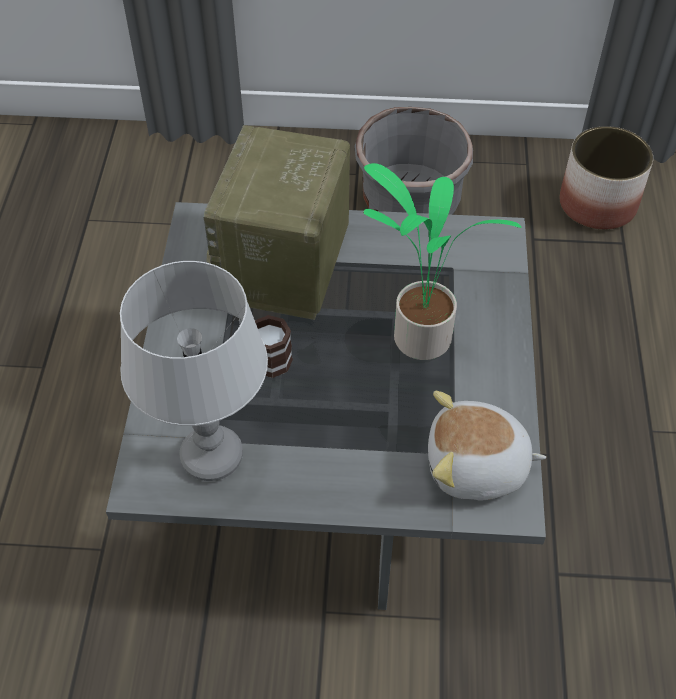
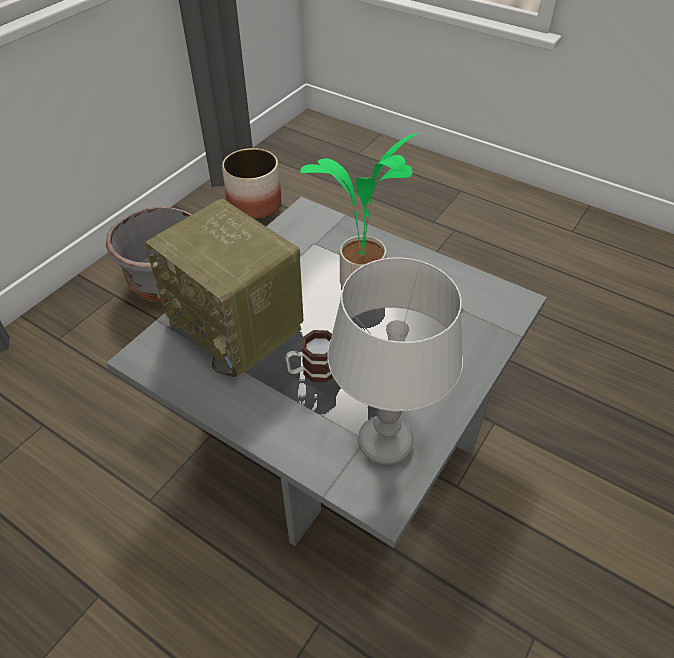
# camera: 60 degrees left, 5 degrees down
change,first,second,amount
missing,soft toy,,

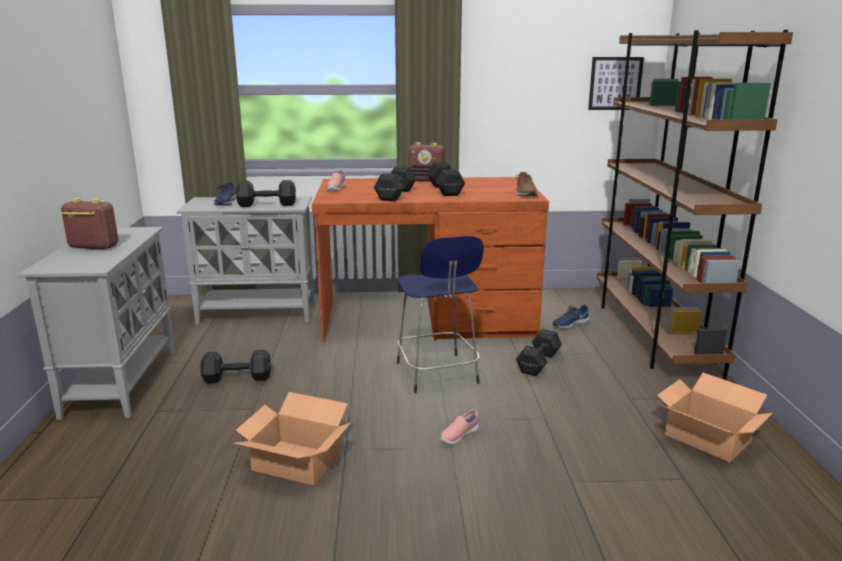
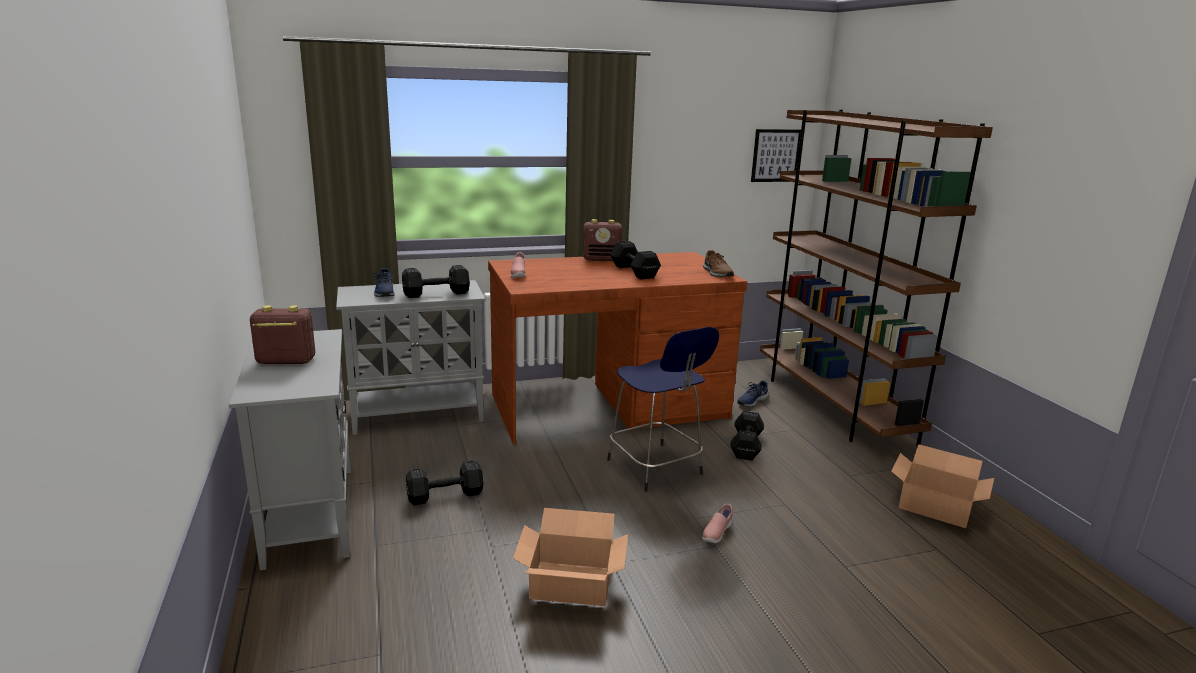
# camera: 15 degrees left, 0 degrees up
change,first,second,amount
missing,hand weight (black) (no. 3 from left),,

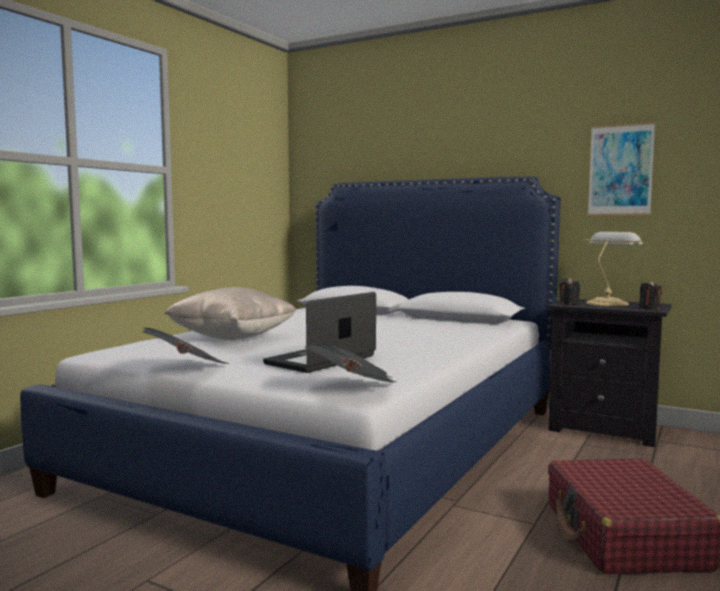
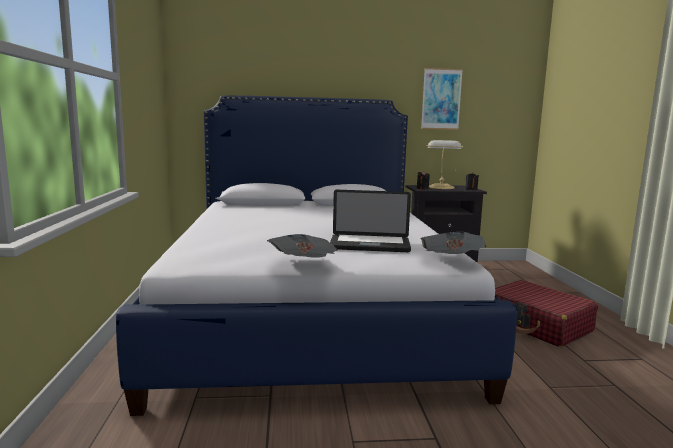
# camera: 35 degrees left, 5 degrees up
change,first,second,amount
spun,laptop,,90 degrees counterclockwise
missing,cushion (beige-coloured),,

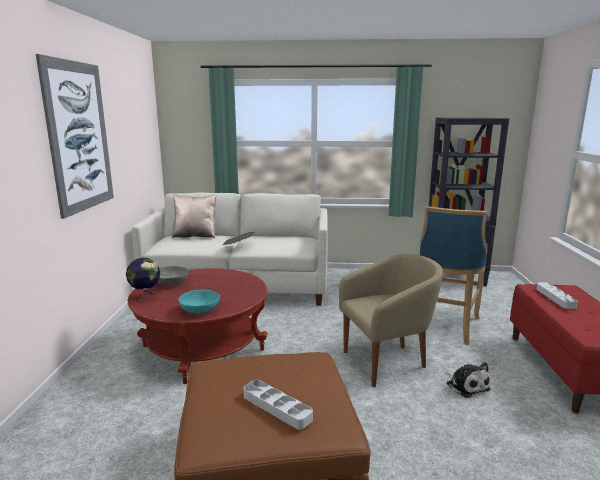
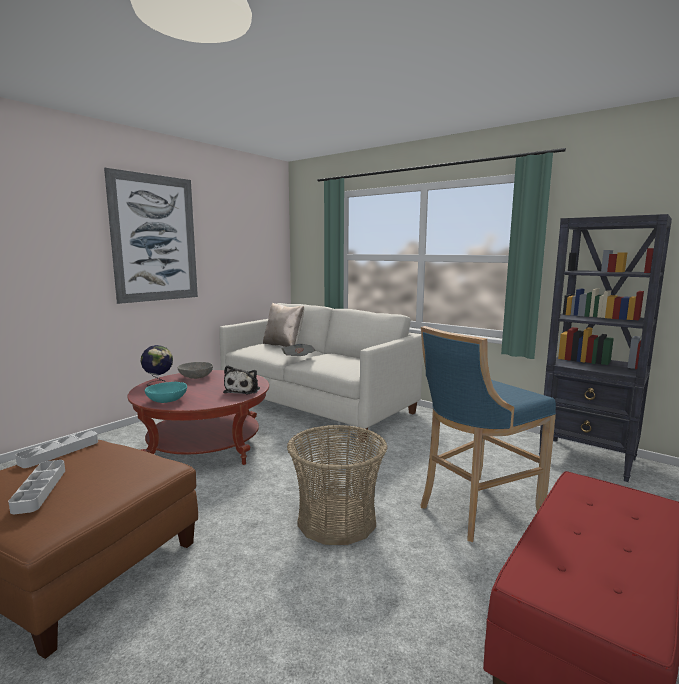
# camera: 35 degrees right, 5 degrees down
change,first,second,amount
relocated,carrying tray (gray) (no. 2 from left),,
relocated,soft toy,,
exchanged,armchair (beige-coloured),household basket,

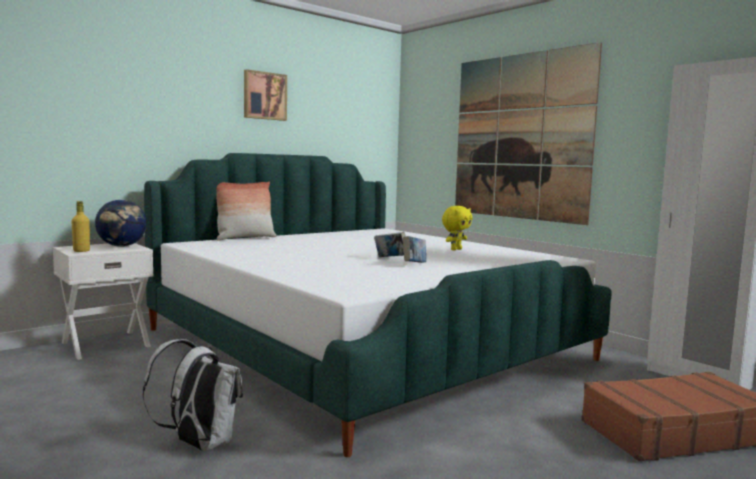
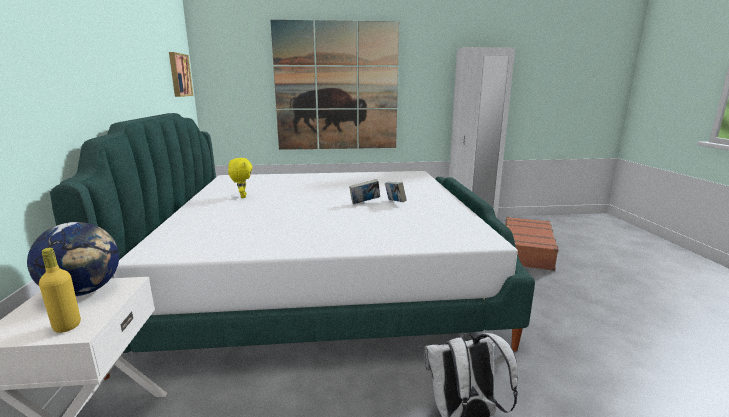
# camera: 55 degrees left, 10 degrees up
change,first,second,amount
relocated,wall picture (no. 1 from left),,
relocated,soft toy (yellow),,
missing,cushion,,

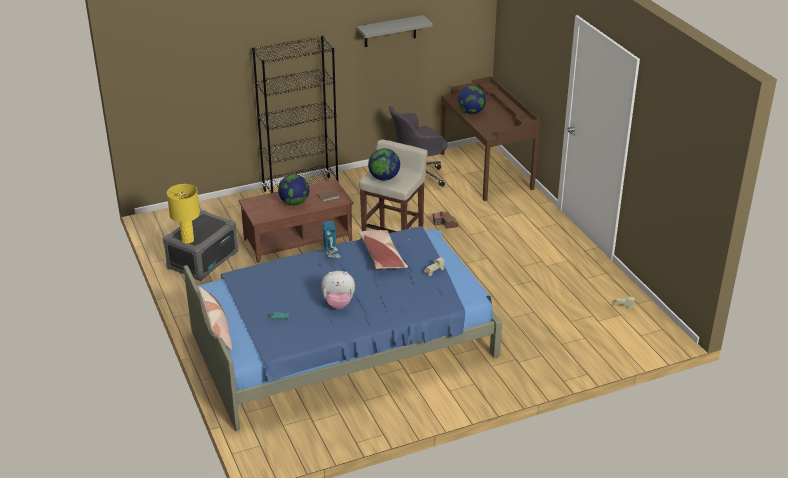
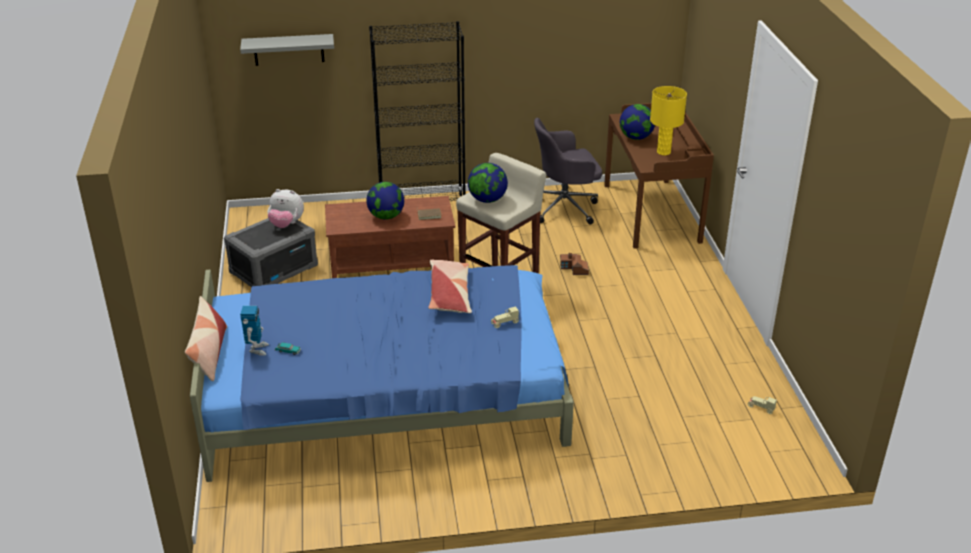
# camera: 15 degrees right, 0 degrees up
change,first,second,amount
relocated,bracket shelf (gray),,
relocated,model robot,,
relocated,soft toy,,
relocated,table lamp (yellow),,

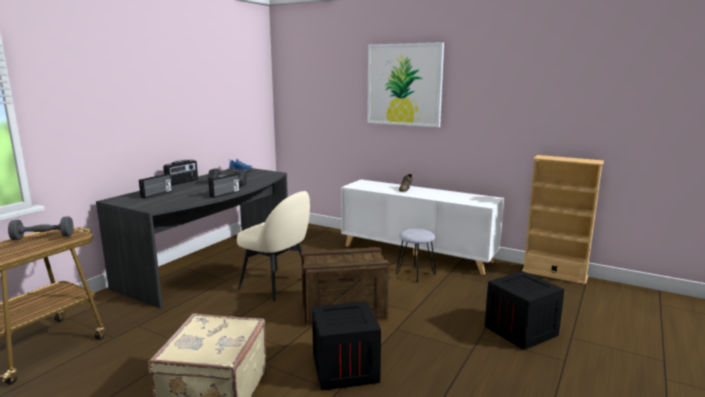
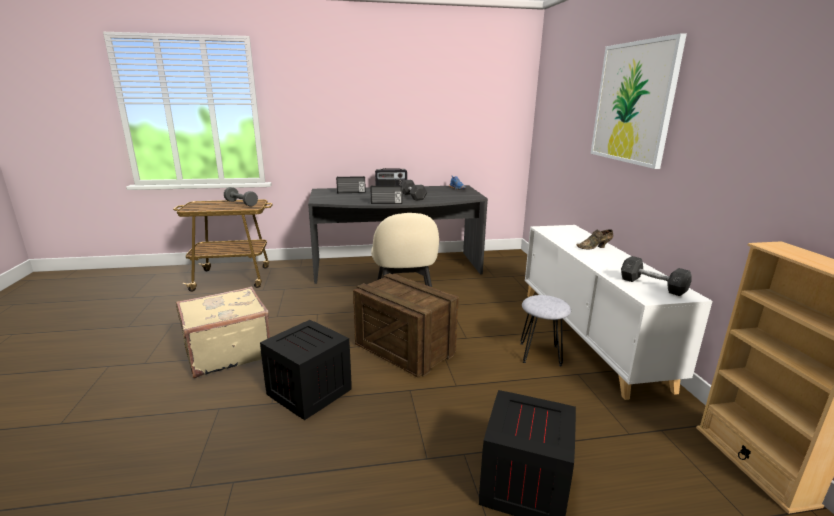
# camera: 50 degrees right, 5 degrees up
change,first,second,amount
appeared,,hand weight (gray) (no. 3 from left),

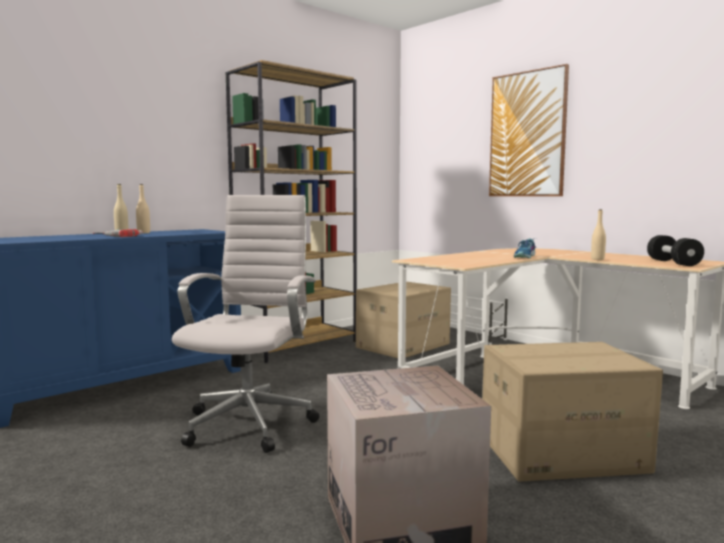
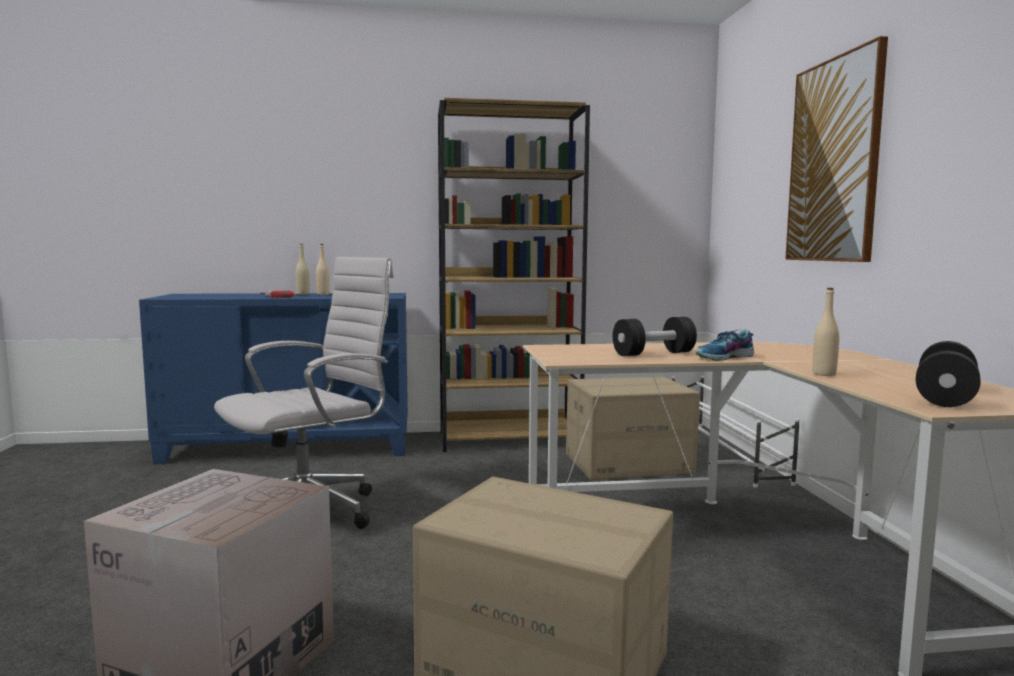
# camera: 35 degrees right, 0 degrees up
change,first,second,amount
appeared,,hand weight (black) (no. 1 from left),

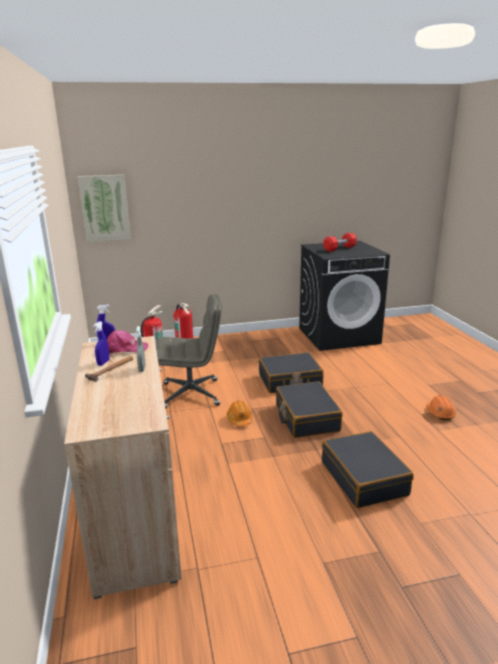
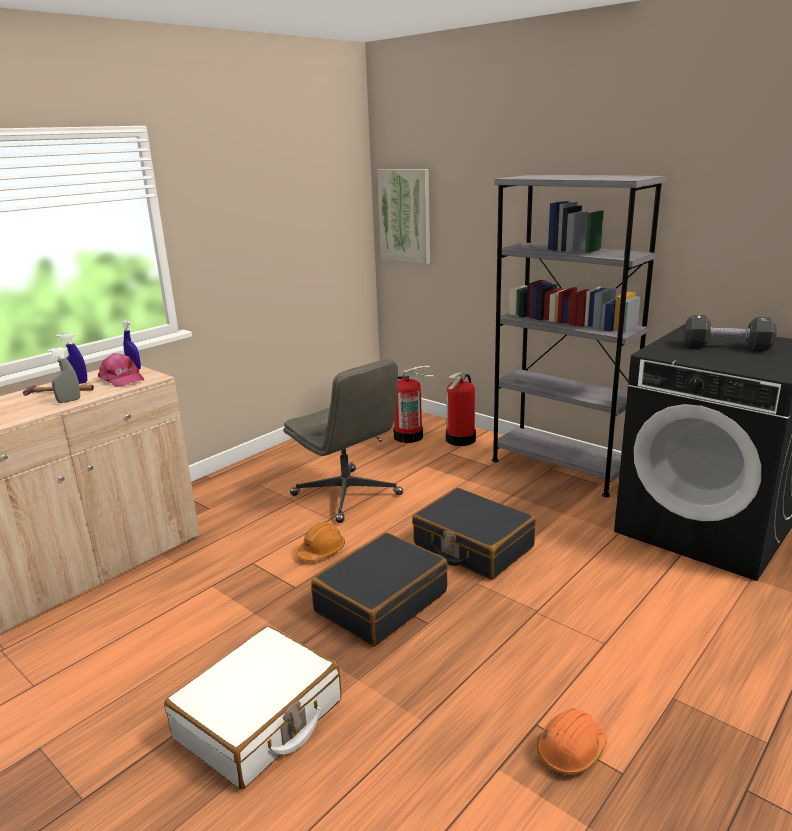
# camera: 55 degrees right, 0 degrees up
change,first,second,amount
colour,travel case (black) (no. 3 from left),travel case (white-coloured),
appeared,,shelving unit (gray),
colour,hand weight (red),hand weight (black),

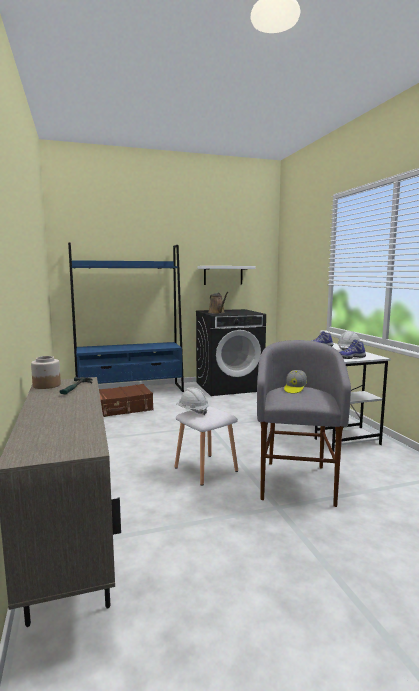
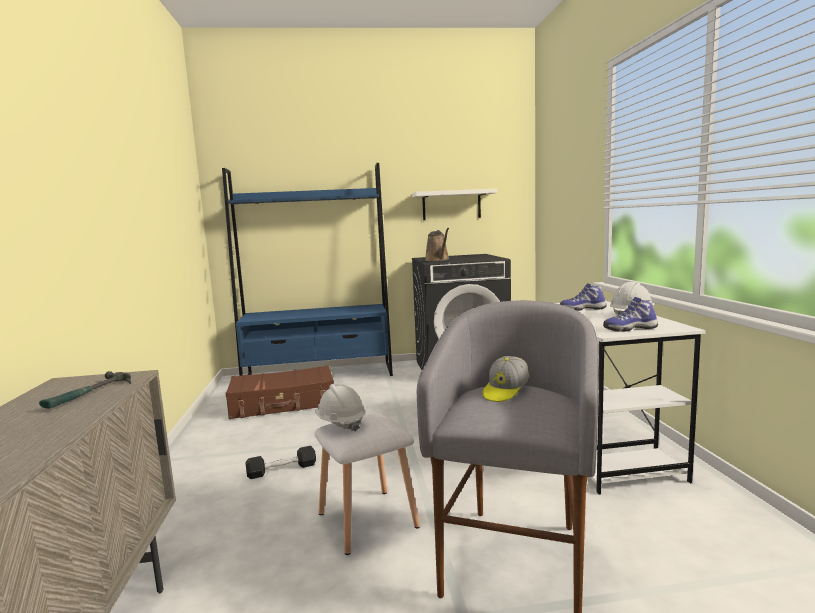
# camera: 10 degrees right, 0 degrees up
change,first,second,amount
appeared,,hand weight (black),
missing,storage jar,,

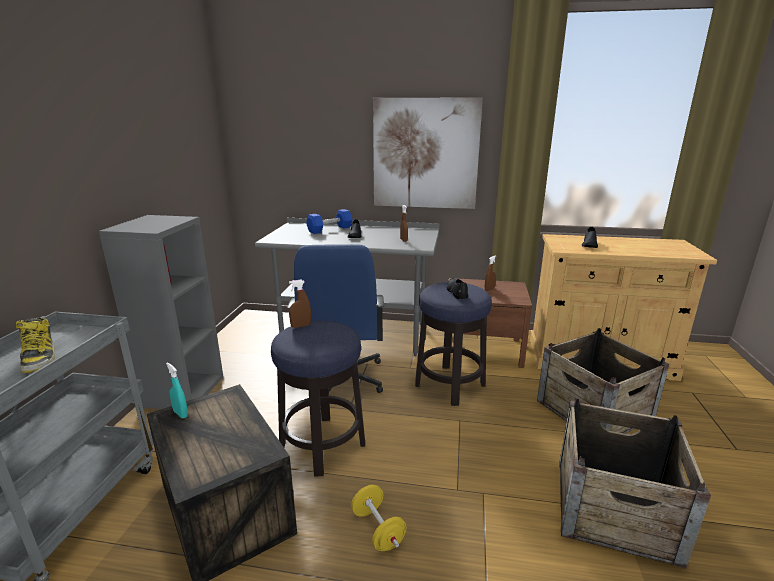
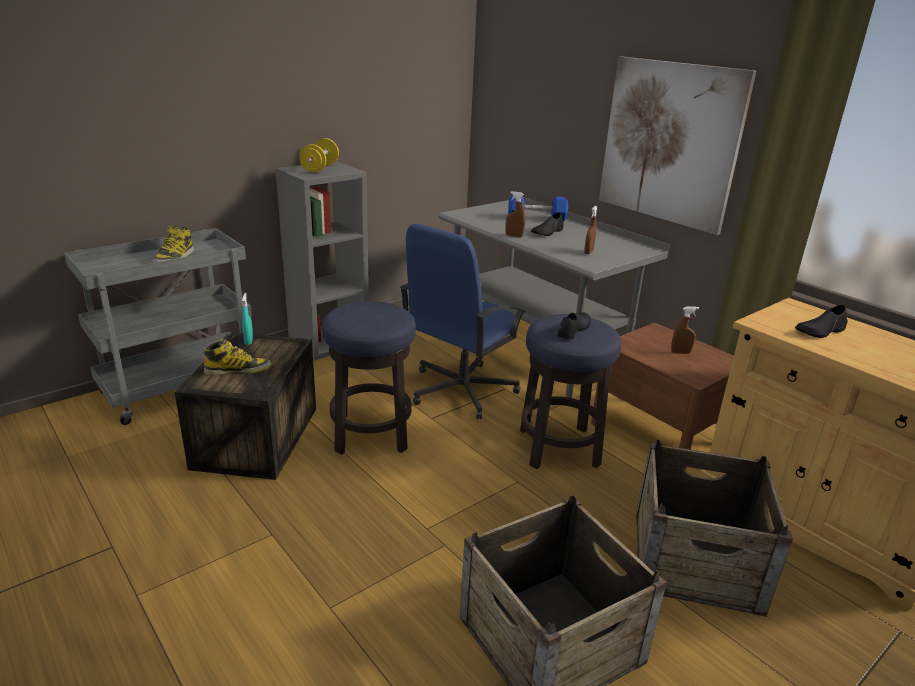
# camera: 40 degrees right, 5 degrees up
change,first,second,amount
appeared,,boot (no. 2 from left),
relocated,hand weight (yellow),,
relocated,hand sprayer (brownish) (no. 1 from left),,

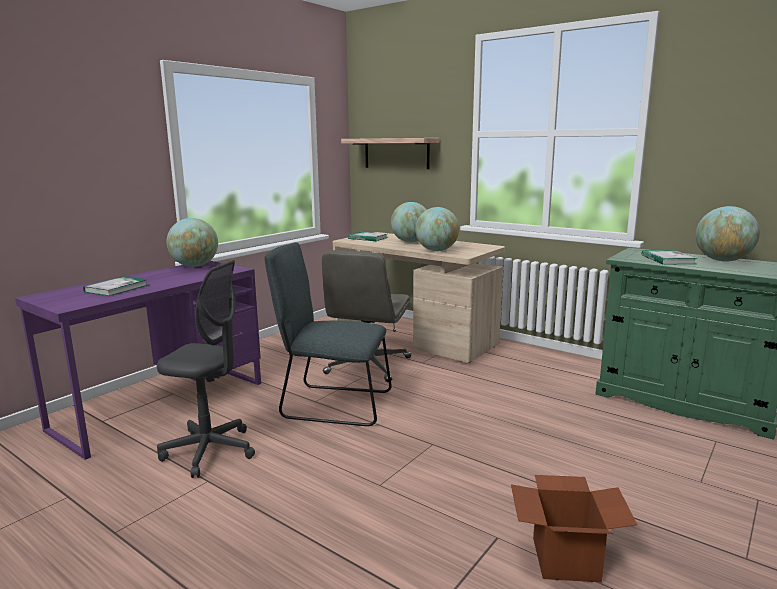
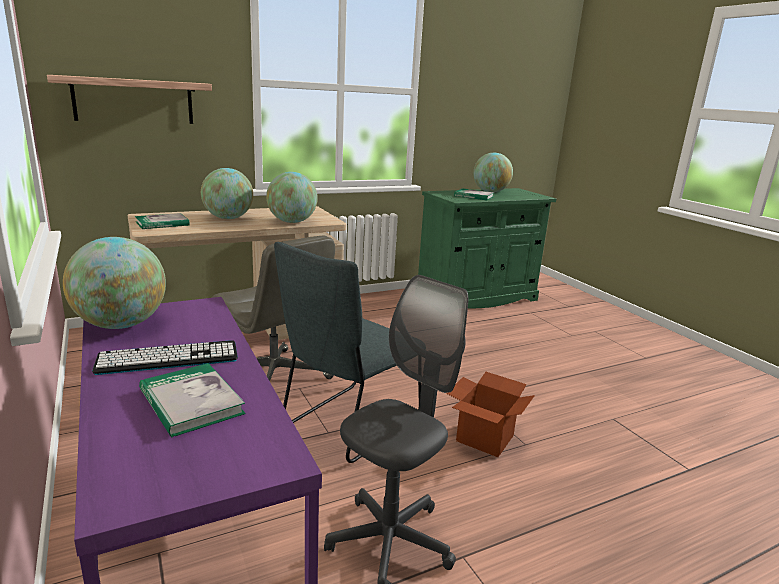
# camera: 65 degrees left, 5 degrees up
change,first,second,amount
appeared,,keyboard,
relocated,cardboard box,,

